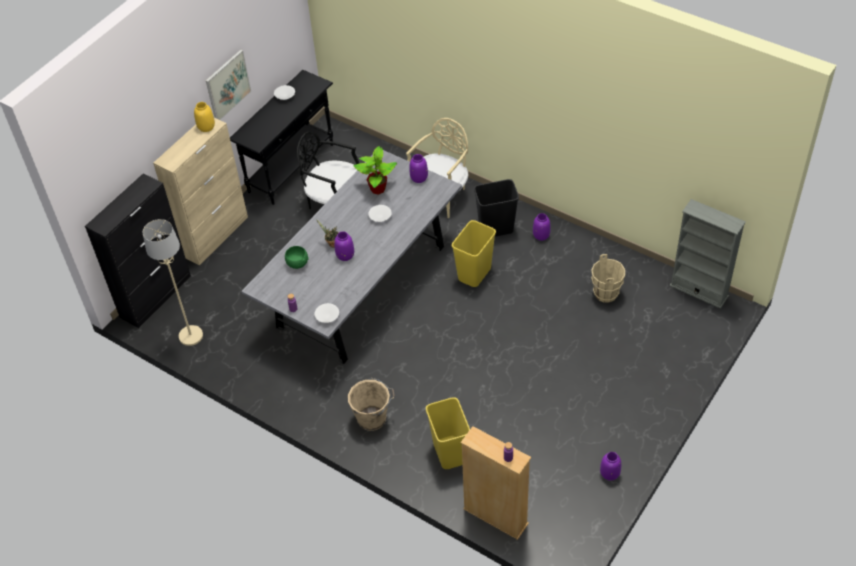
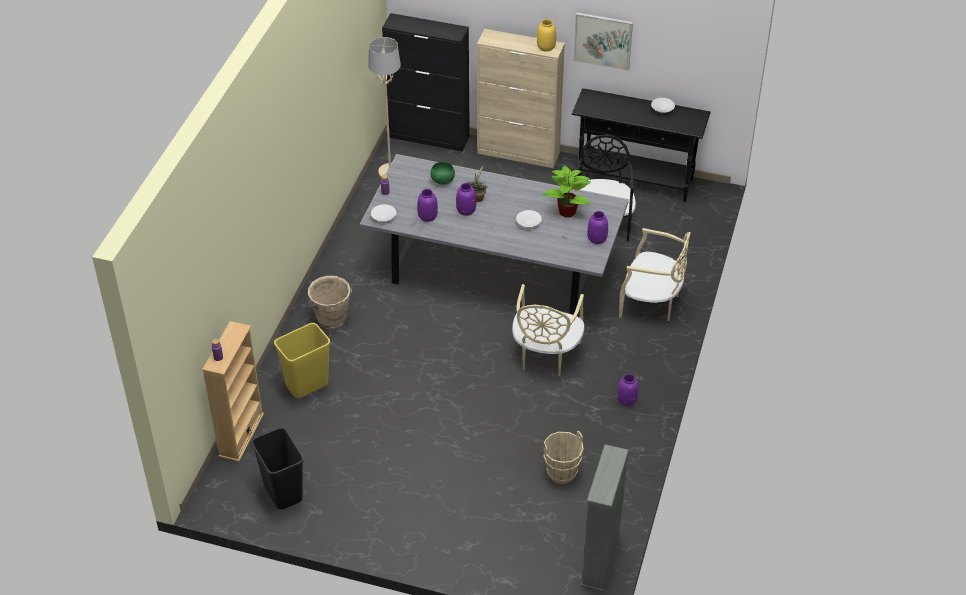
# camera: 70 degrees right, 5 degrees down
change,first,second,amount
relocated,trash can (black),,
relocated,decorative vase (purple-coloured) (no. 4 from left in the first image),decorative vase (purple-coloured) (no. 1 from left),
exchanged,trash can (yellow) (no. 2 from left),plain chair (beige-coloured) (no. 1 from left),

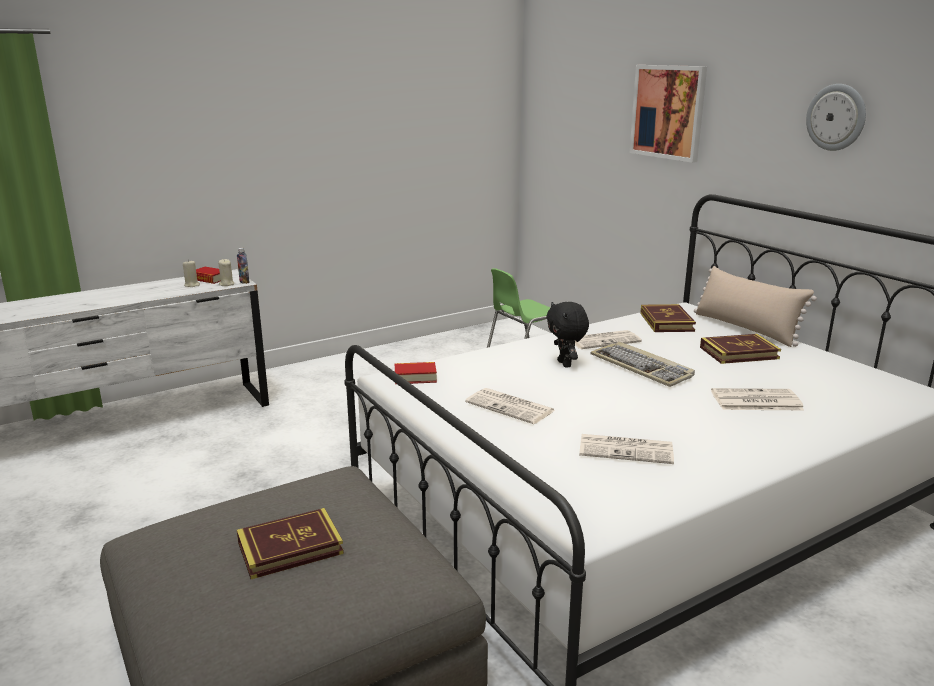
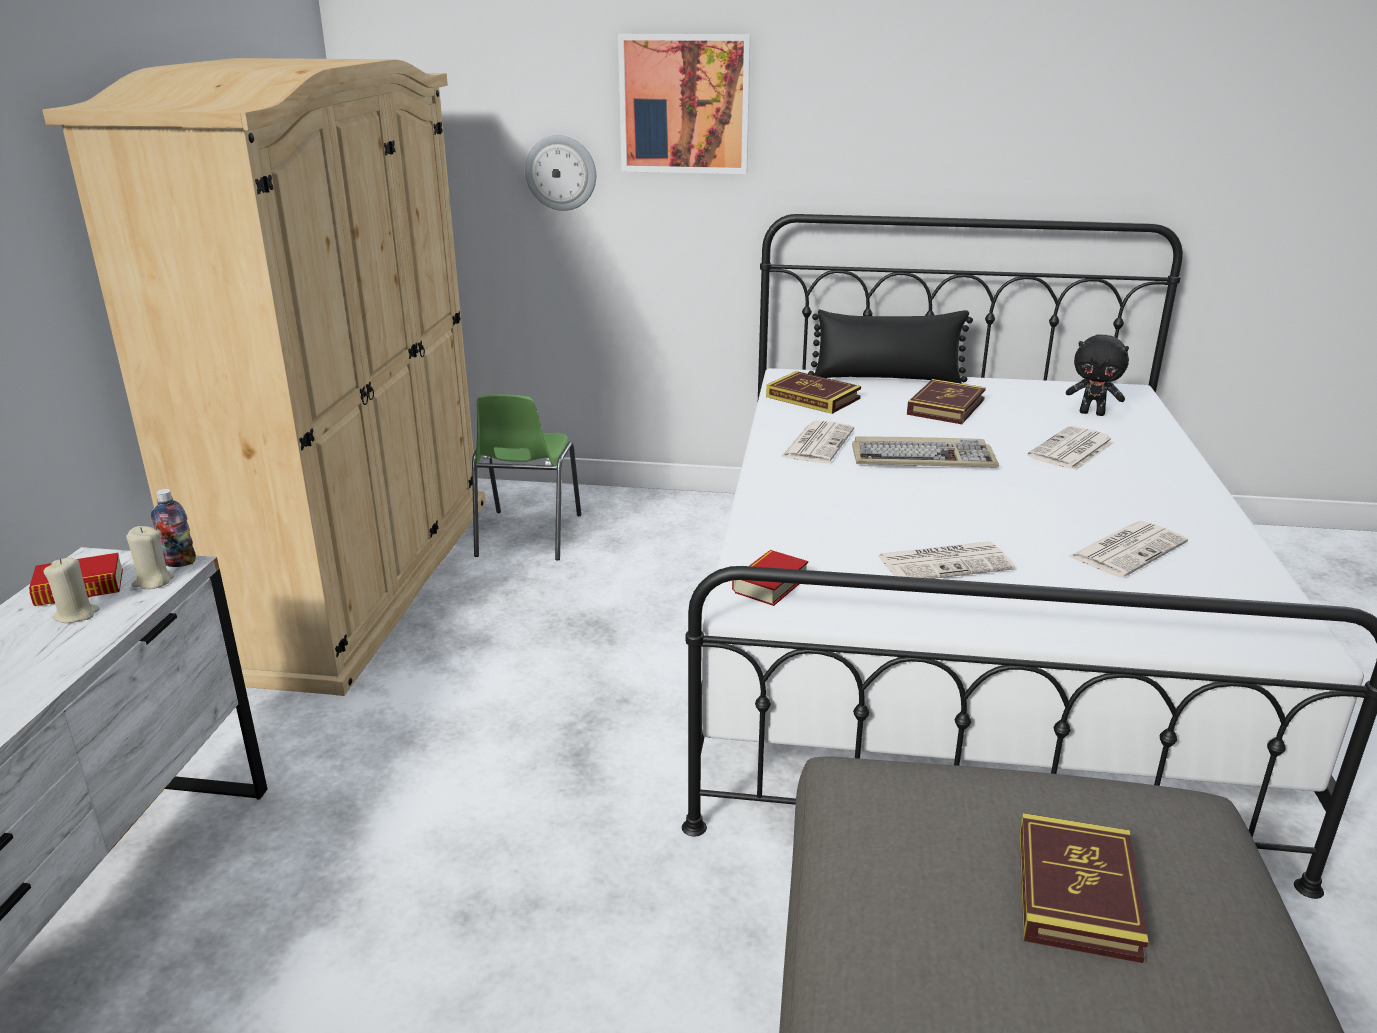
# camera: 50 degrees left, 5 degrees up
change,first,second,amount
appeared,,clothes cupboard (beige-coloured),
relocated,wall clock,,
colour,cushion (beige-coloured),cushion (black),
relocated,soft toy (black),,

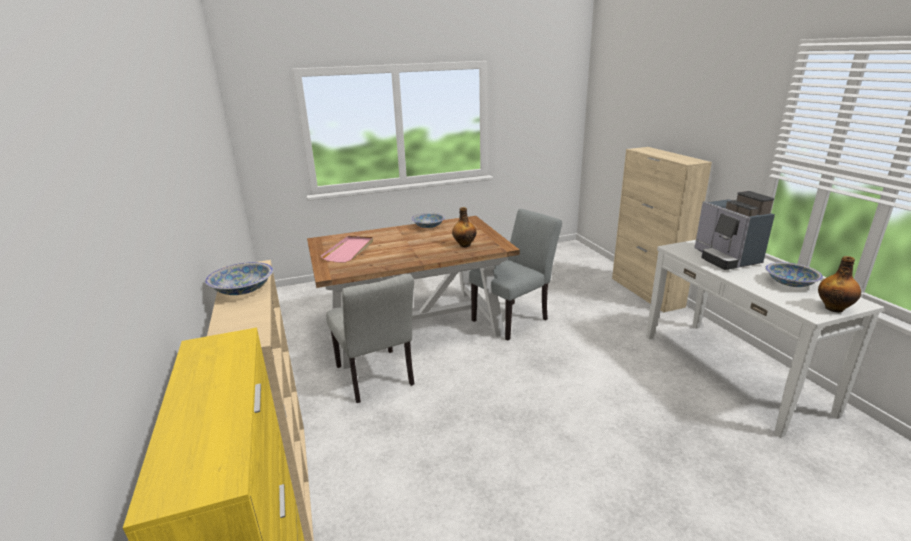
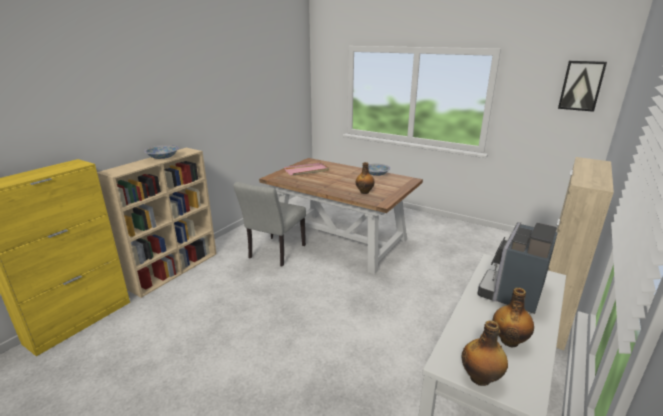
# camera: 50 degrees right, 0 degrees up
change,first,second,amount
exchanged,bowl (no. 3 from left),drink bottle (no. 3 from left),
appeared,,wall picture,
missing,plain chair (gray) (no. 2 from left),,

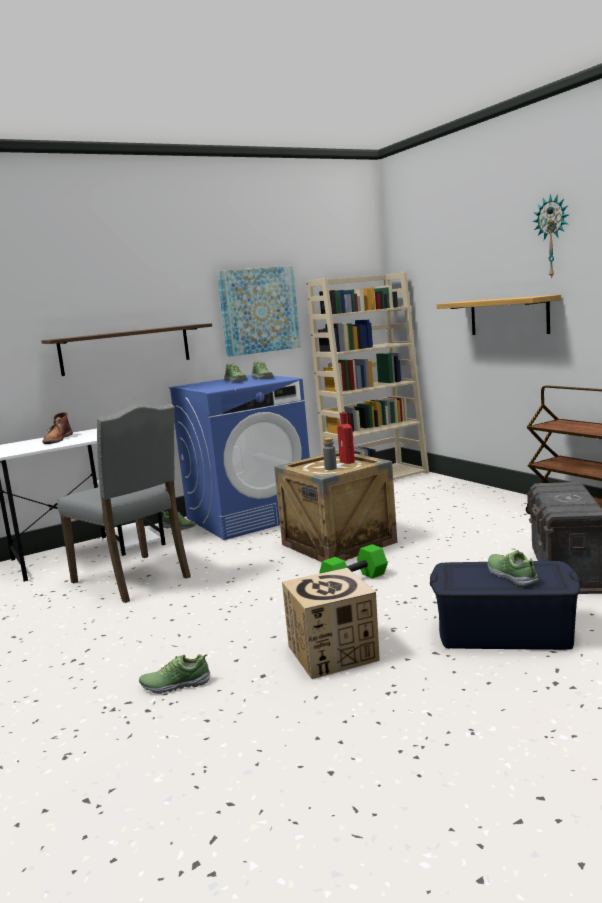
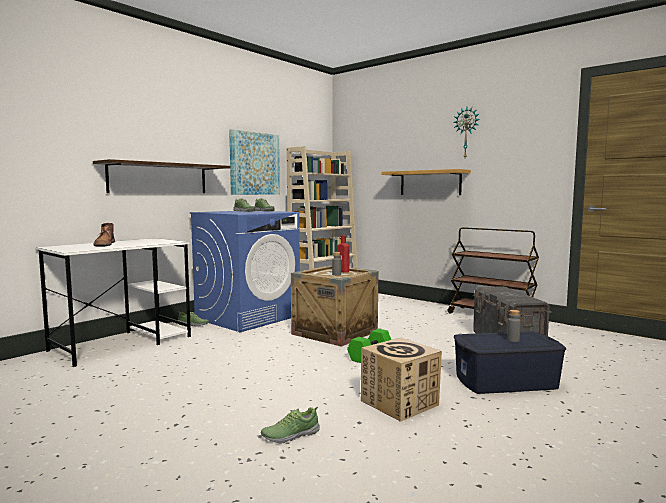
# camera: 20 degrees left, 5 degrees down
change,first,second,amount
exchanged,item of footwear (no. 5 from left),drink bottle (gray) (no. 2 from left),
missing,plain chair (gray),,

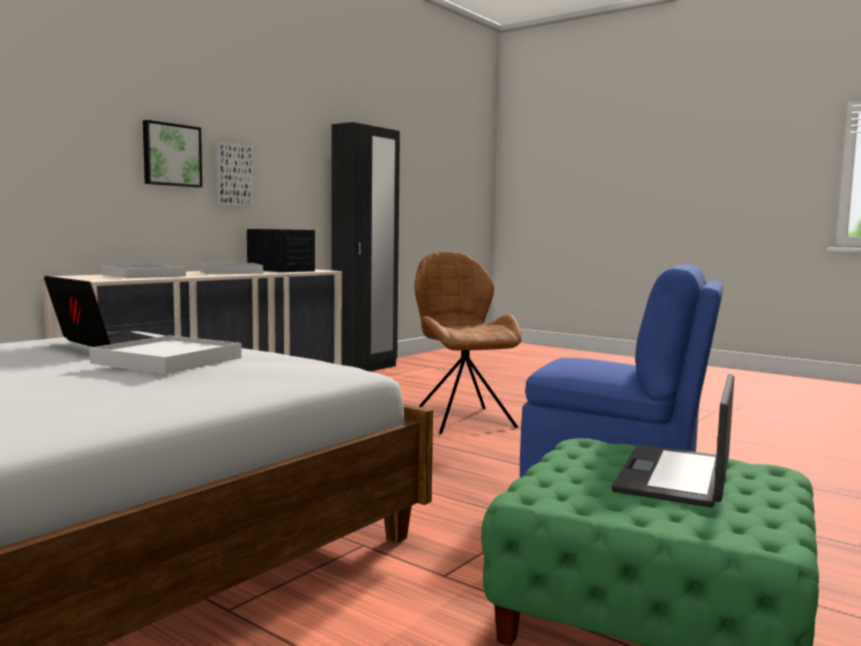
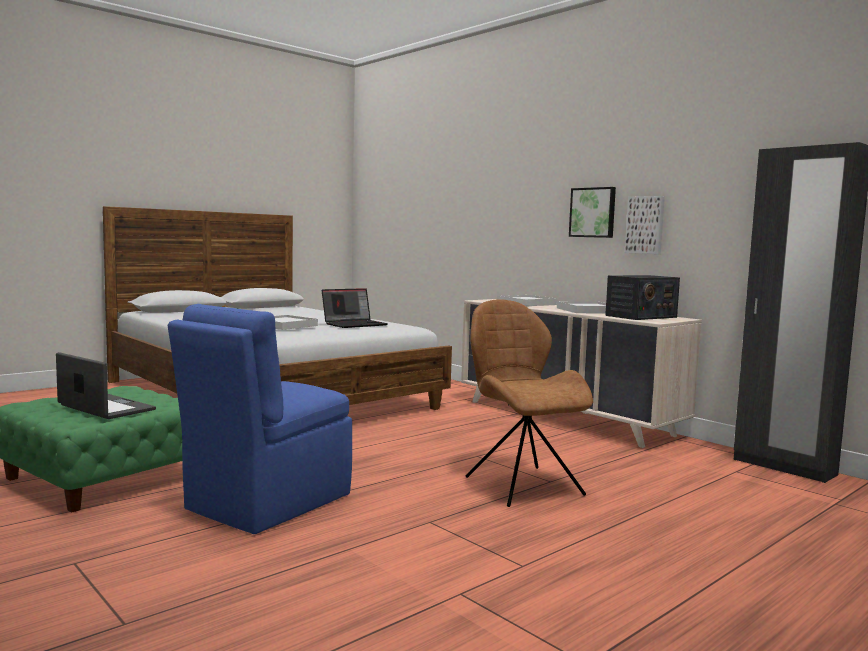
# camera: 100 degrees right, 0 degrees up
change,first,second,amount
spun,plain chair (brownish),,105 degrees counterclockwise

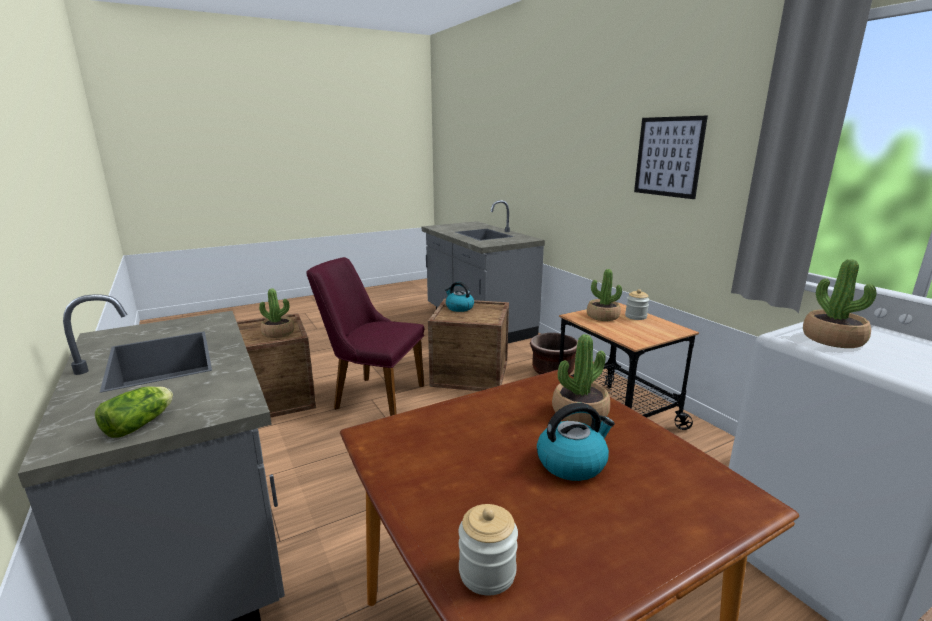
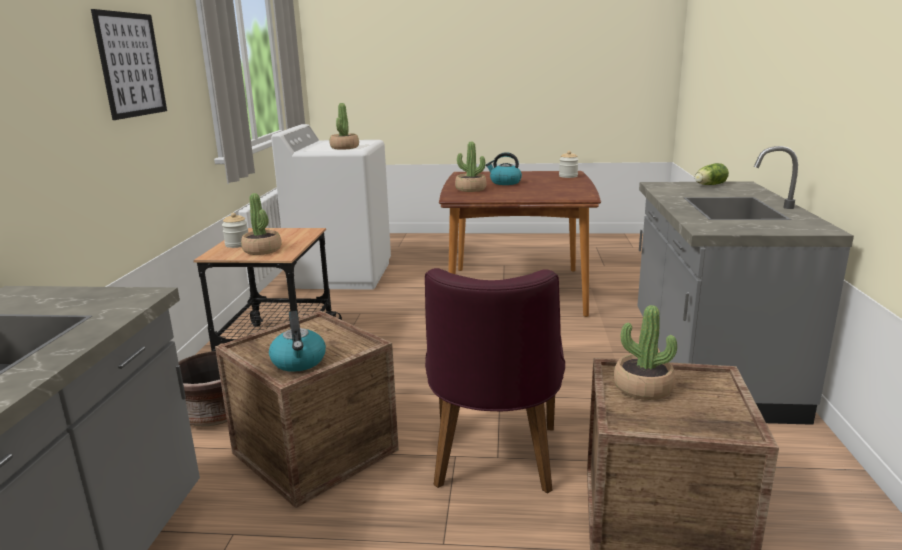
# camera: 145 degrees left, 0 degrees up
change,first,second,amount
spun,plain chair (purple-coloured),,45 degrees clockwise

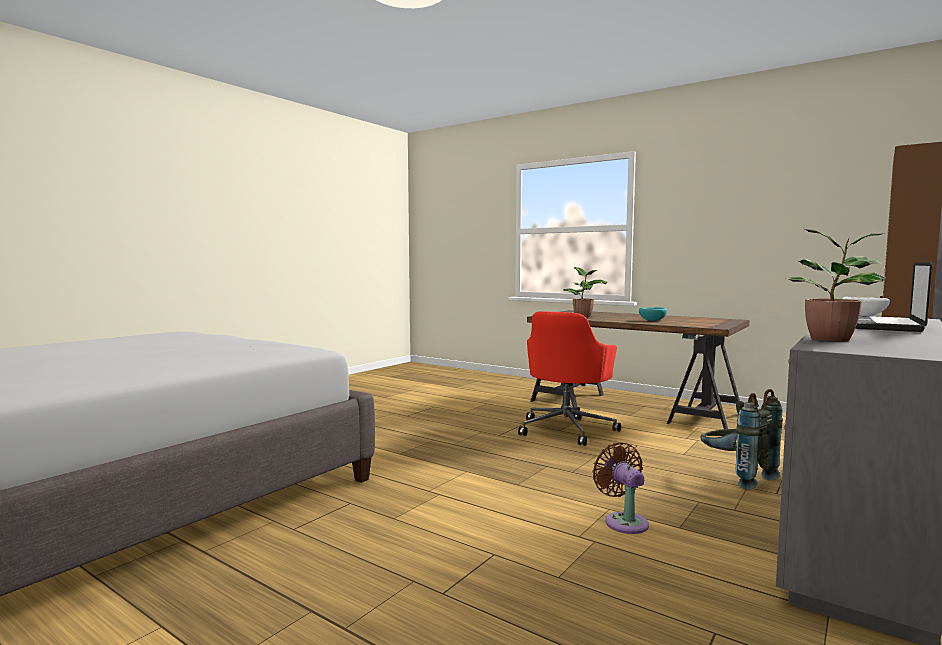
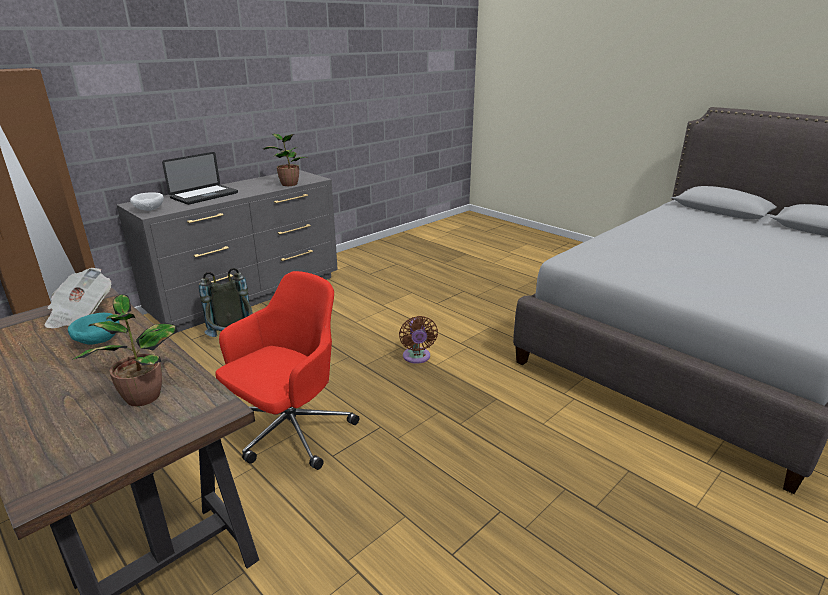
# camera: 170 degrees left, 20 degrees up
change,first,second,amount
appeared,,printed paper,
relocated,fan (brownish),,

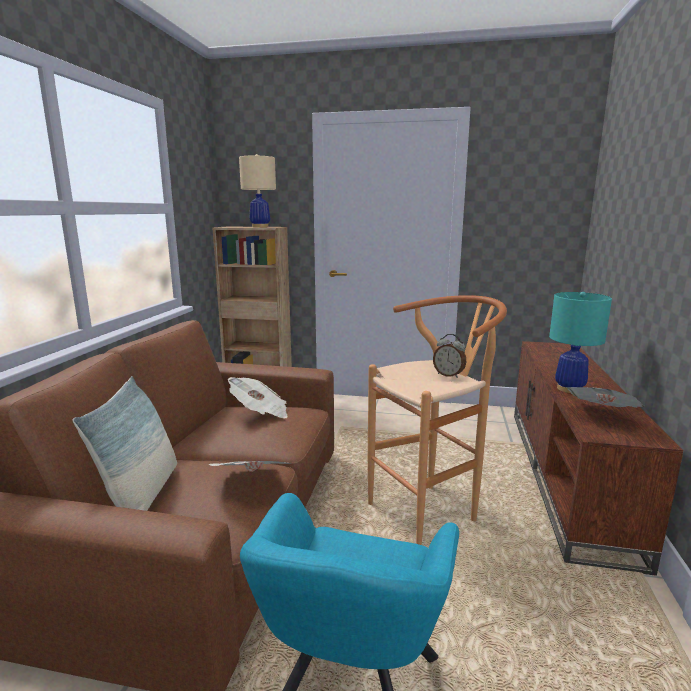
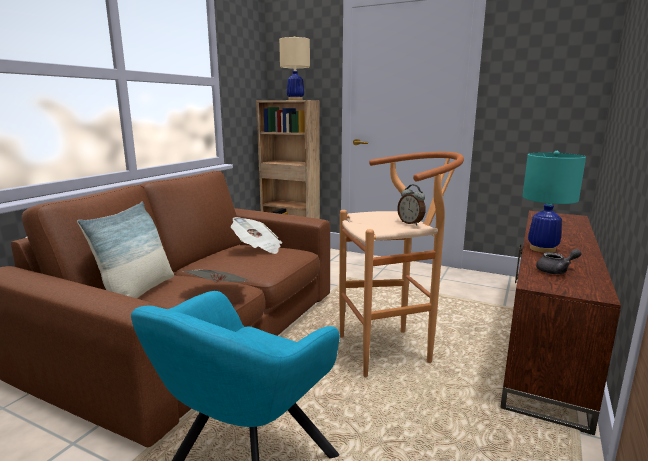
# camera: 15 degrees right, 0 degrees up
change,first,second,amount
exchanged,printed paper (no. 3 from left),teapot (gray),

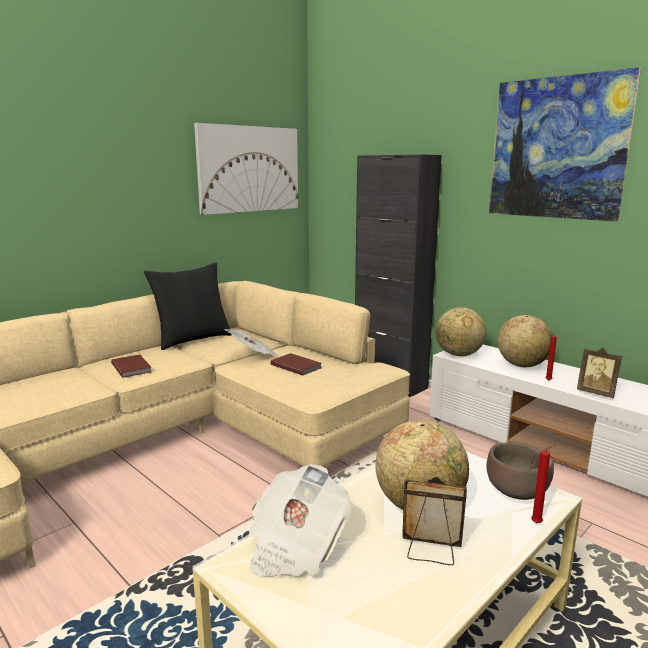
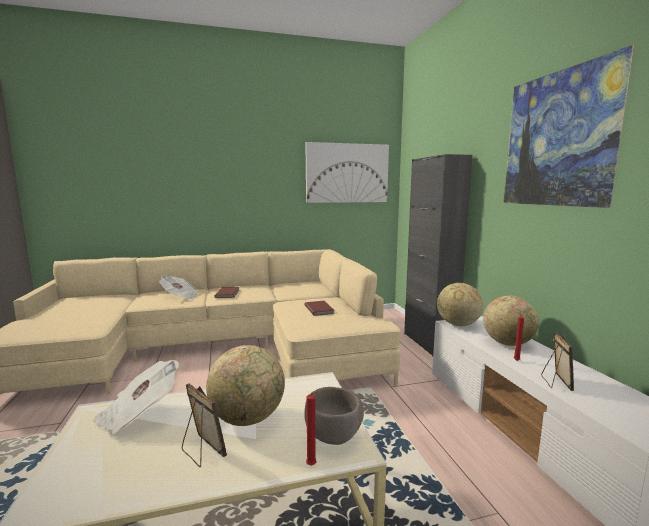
# camera: 30 degrees right, 5 degrees down
change,first,second,amount
relocated,printed paper (no. 1 from left in the first image),printed paper (no. 2 from left),
spun,photo frame (no. 2 from left),,150 degrees counterclockwise
missing,cushion (black),,

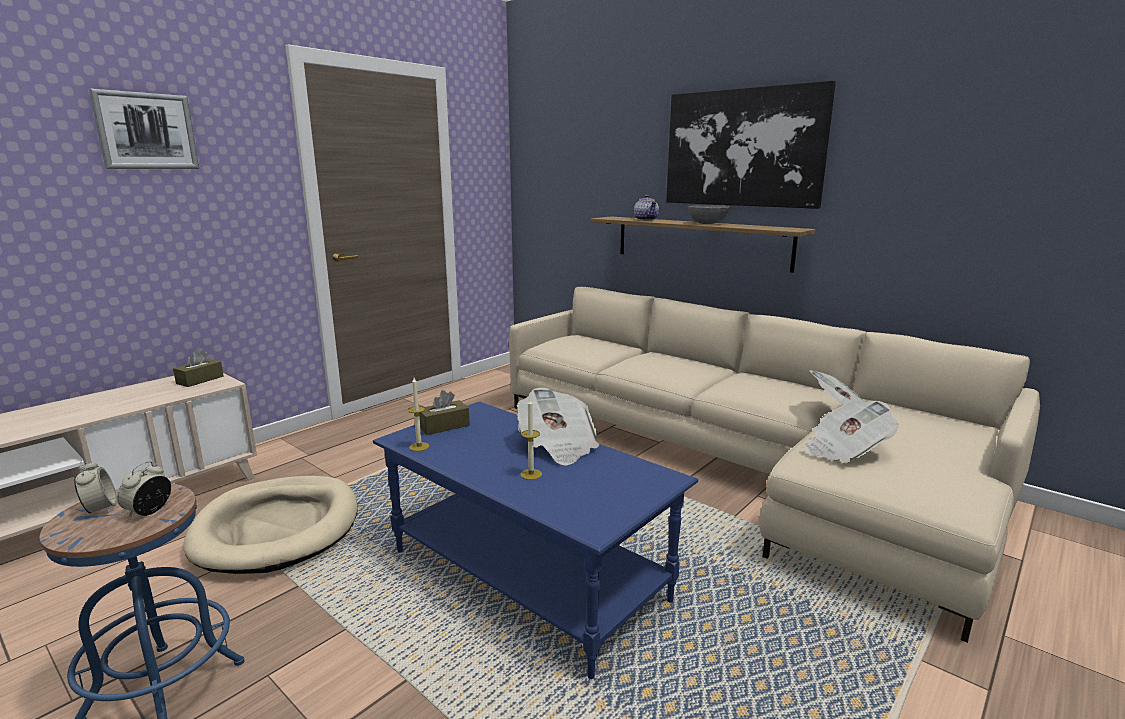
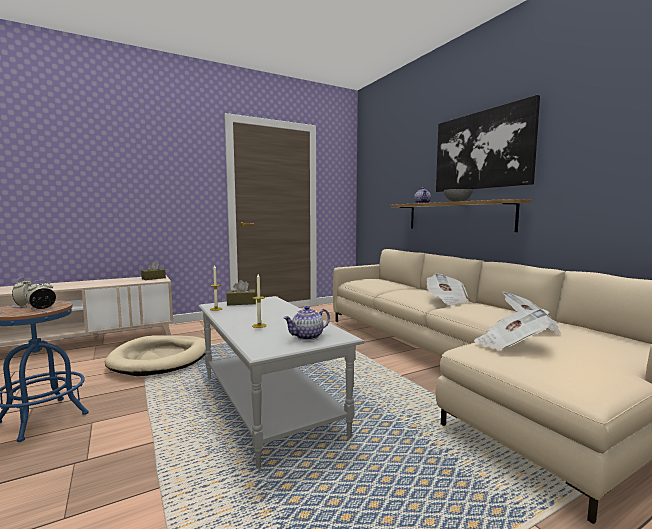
# camera: 20 degrees right, 10 degrees down
change,first,second,amount
colour,low table (bluish),low table (gray),
appeared,,teapot (no. 1 from left),
relocated,printed paper (no. 1 from left),,
missing,wall picture (no. 1 from left),,

